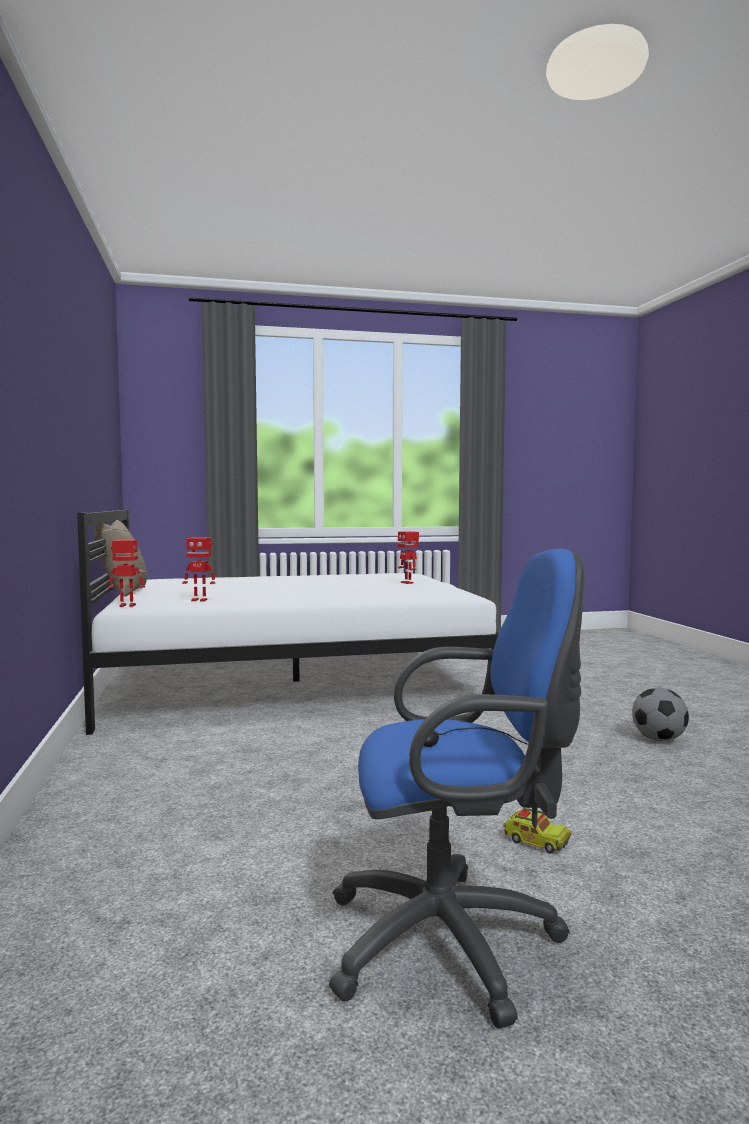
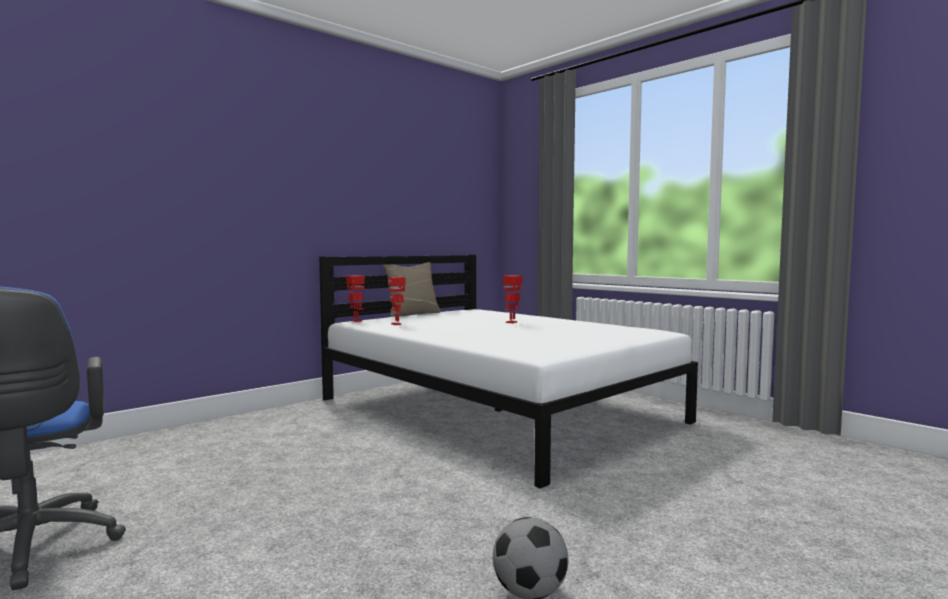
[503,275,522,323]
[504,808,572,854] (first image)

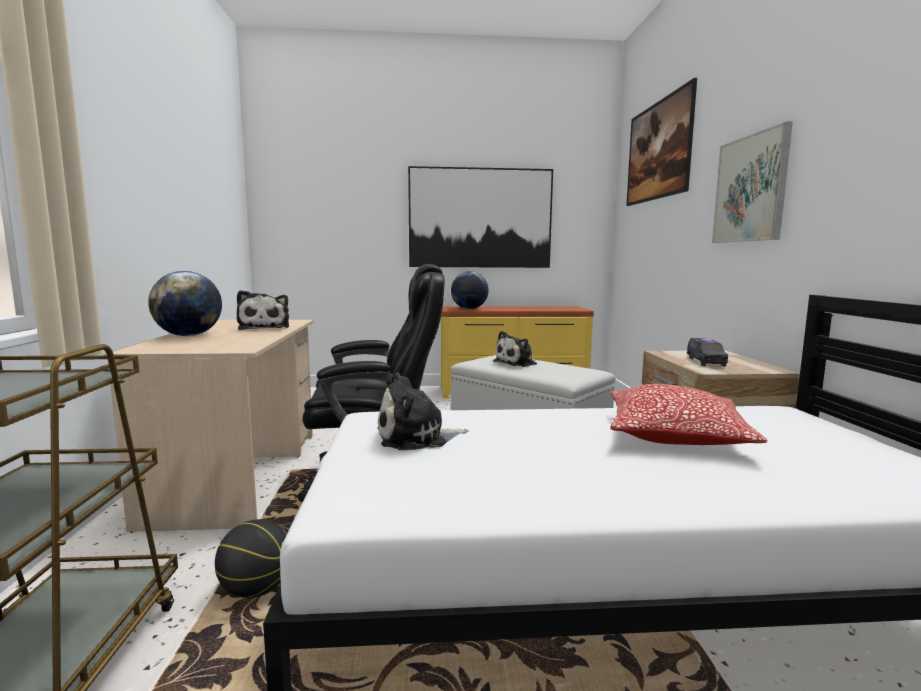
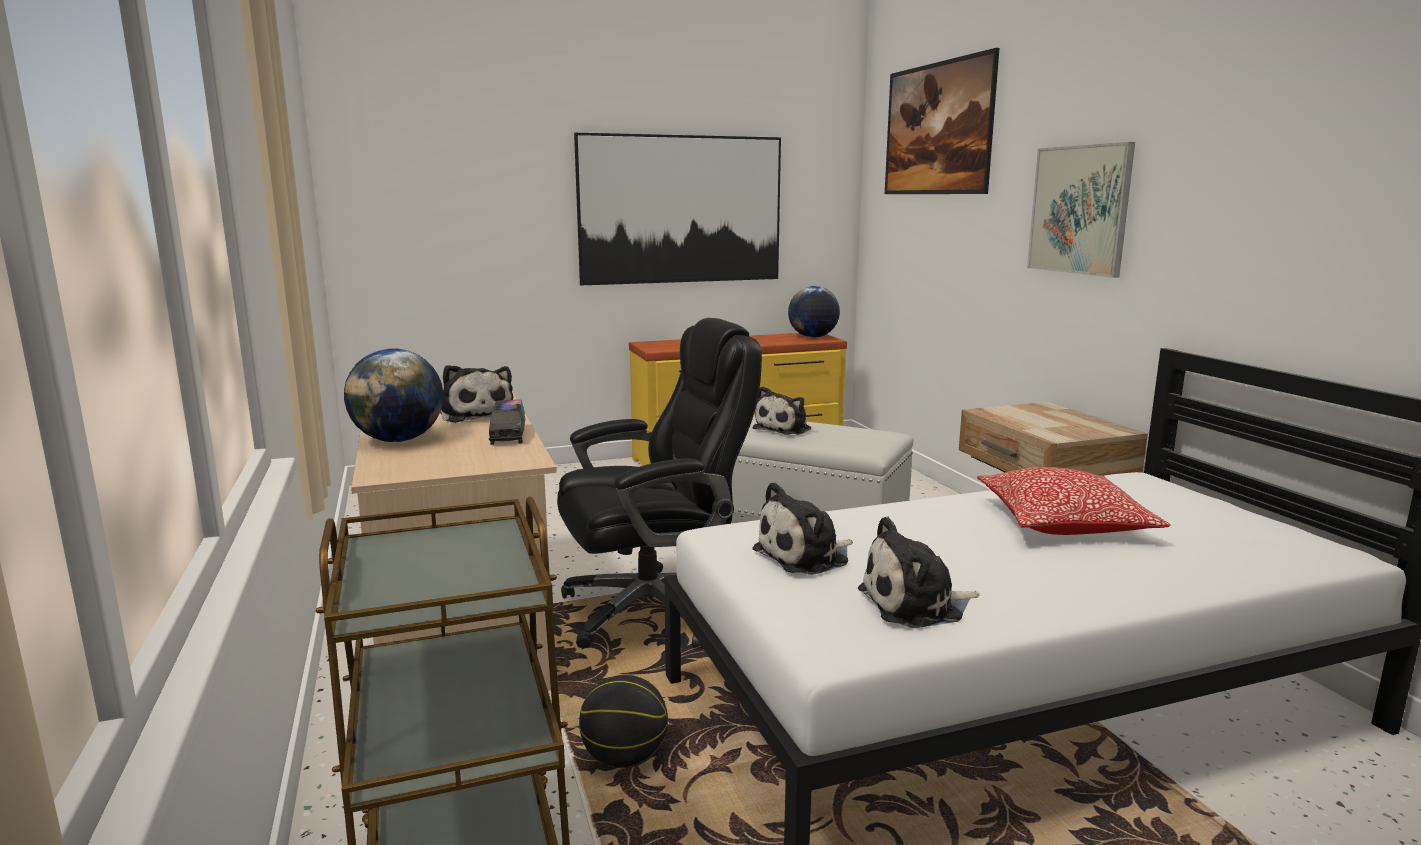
[788,286,840,338]
[489,399,525,445]
[858,517,980,628]

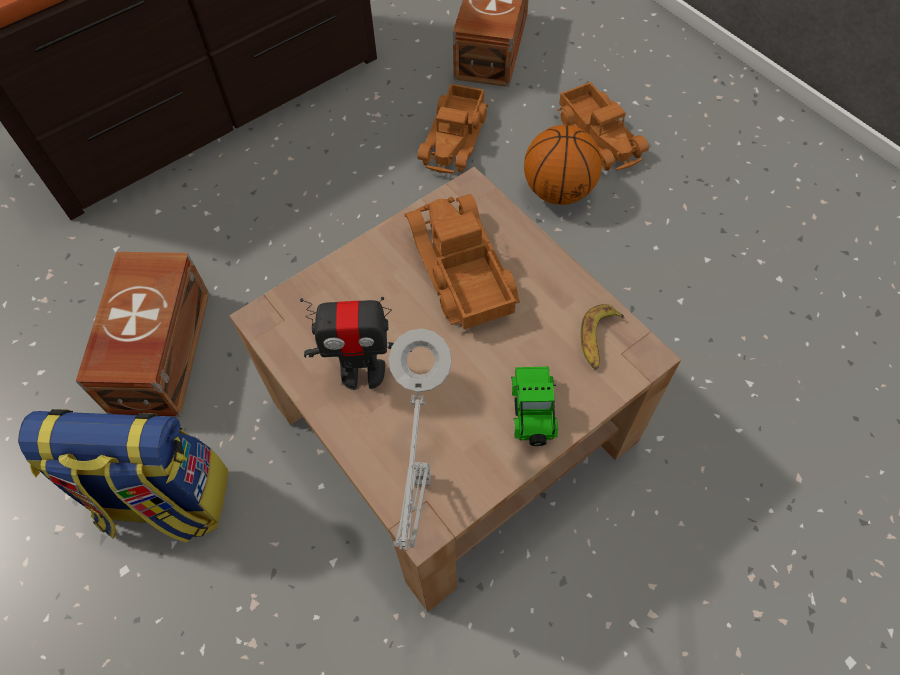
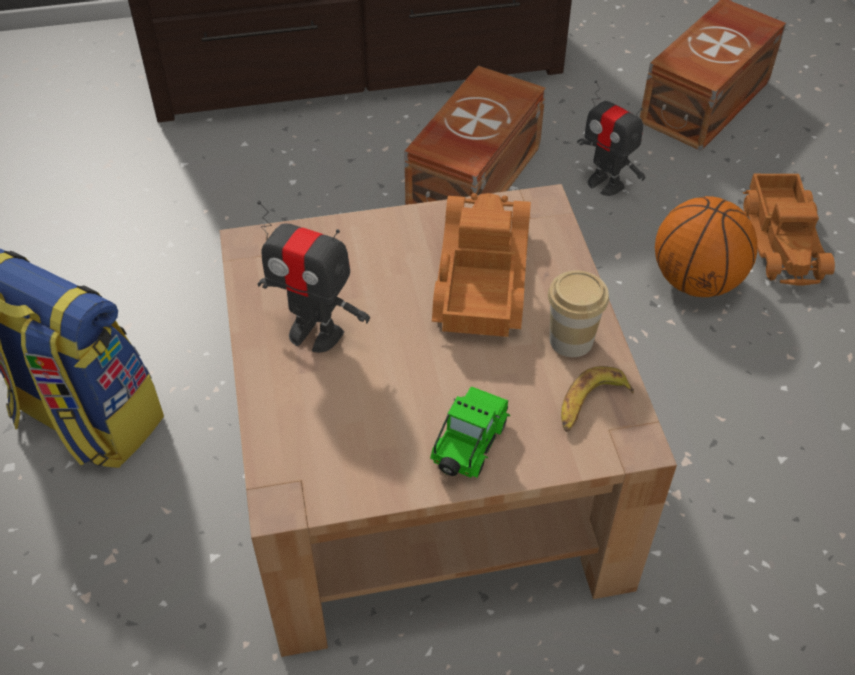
[577,80,646,196]
[404,66,546,205]
[388,329,452,551] (first image)
[548,270,609,357]

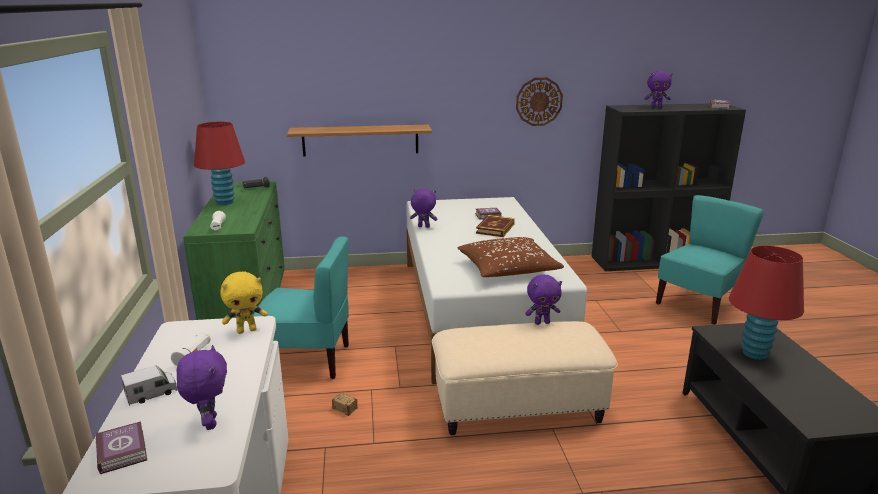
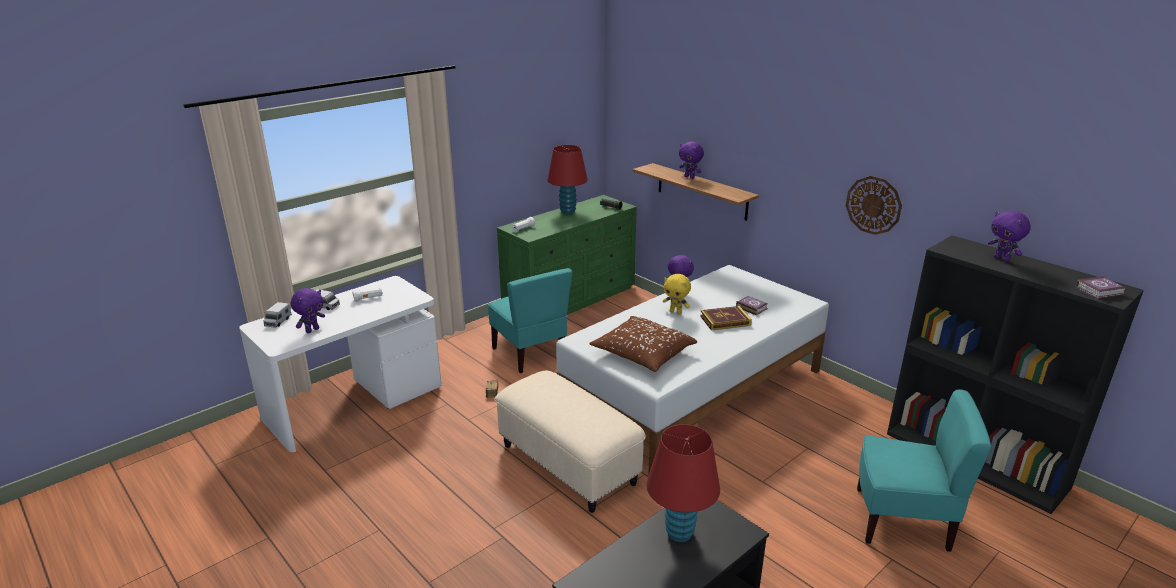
[663,274,691,314]
[679,141,704,179]
[263,302,292,328]

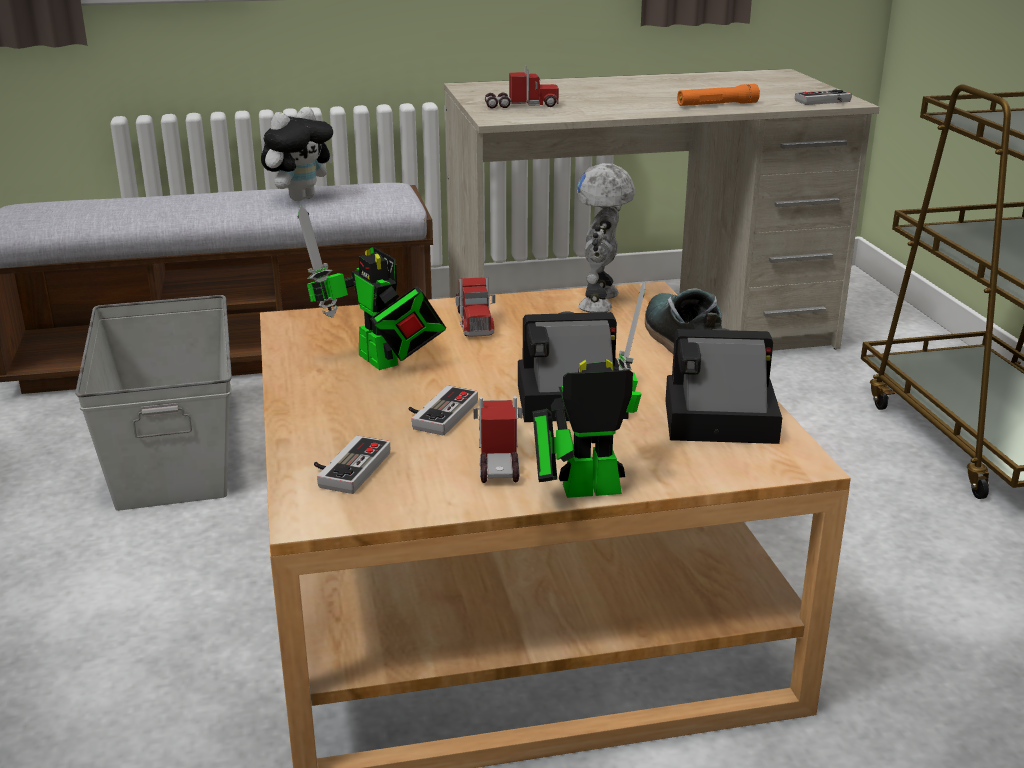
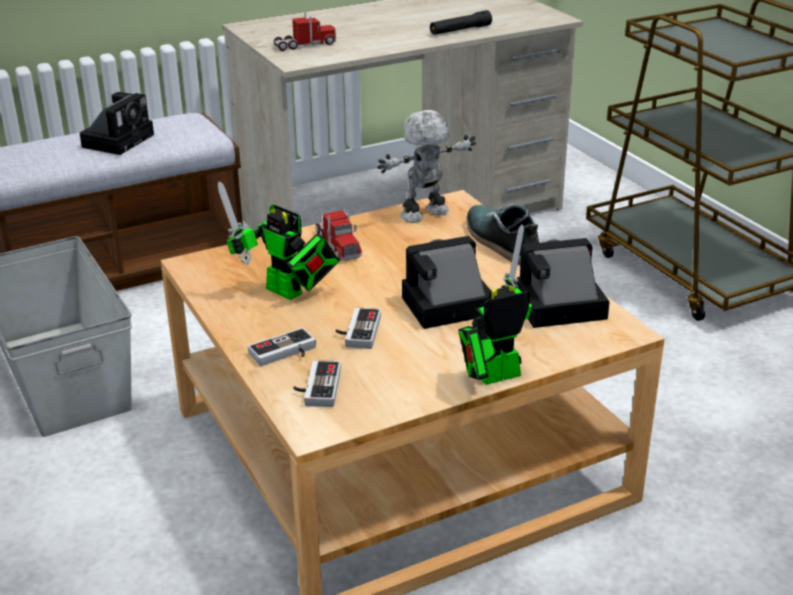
[430,10,492,35]
[248,328,316,366]
[79,92,154,155]
[377,110,476,223]
[473,396,523,483] (first image)

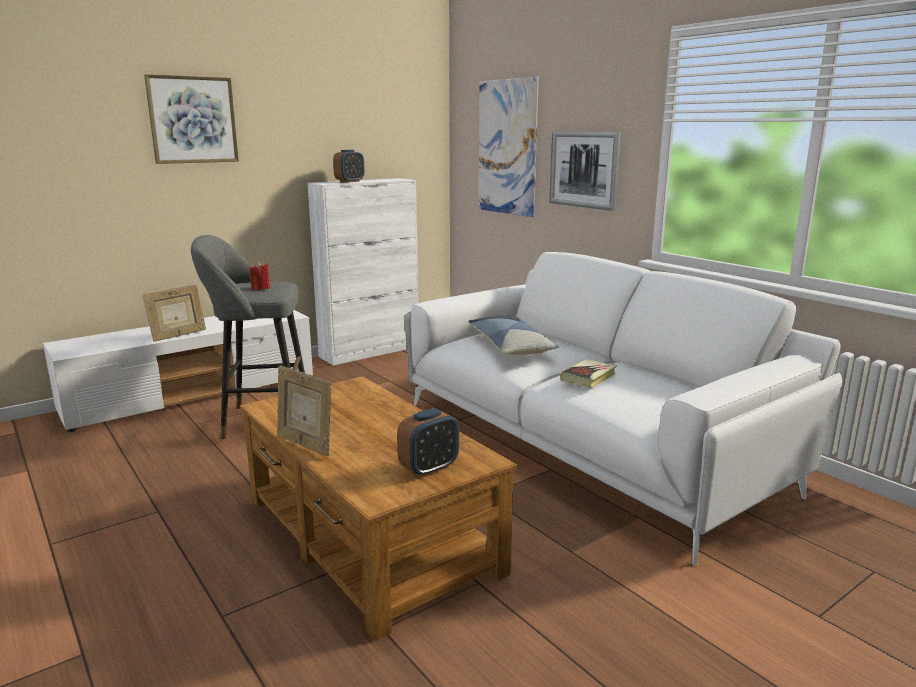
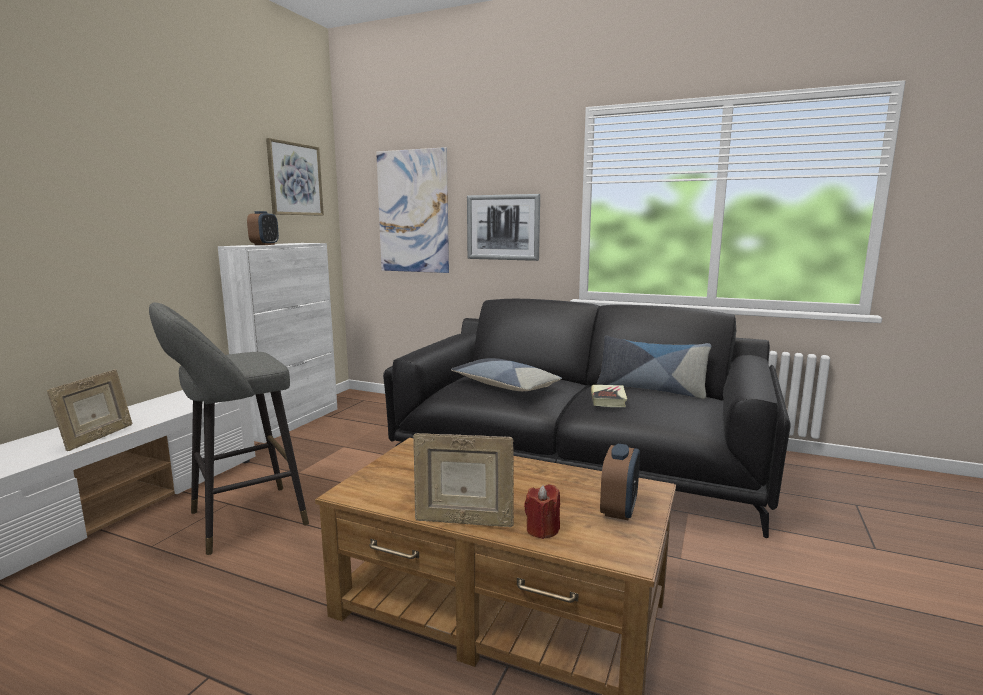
[266,138,324,216]
[383,299,791,538]
[524,484,560,539]
[597,335,711,399]

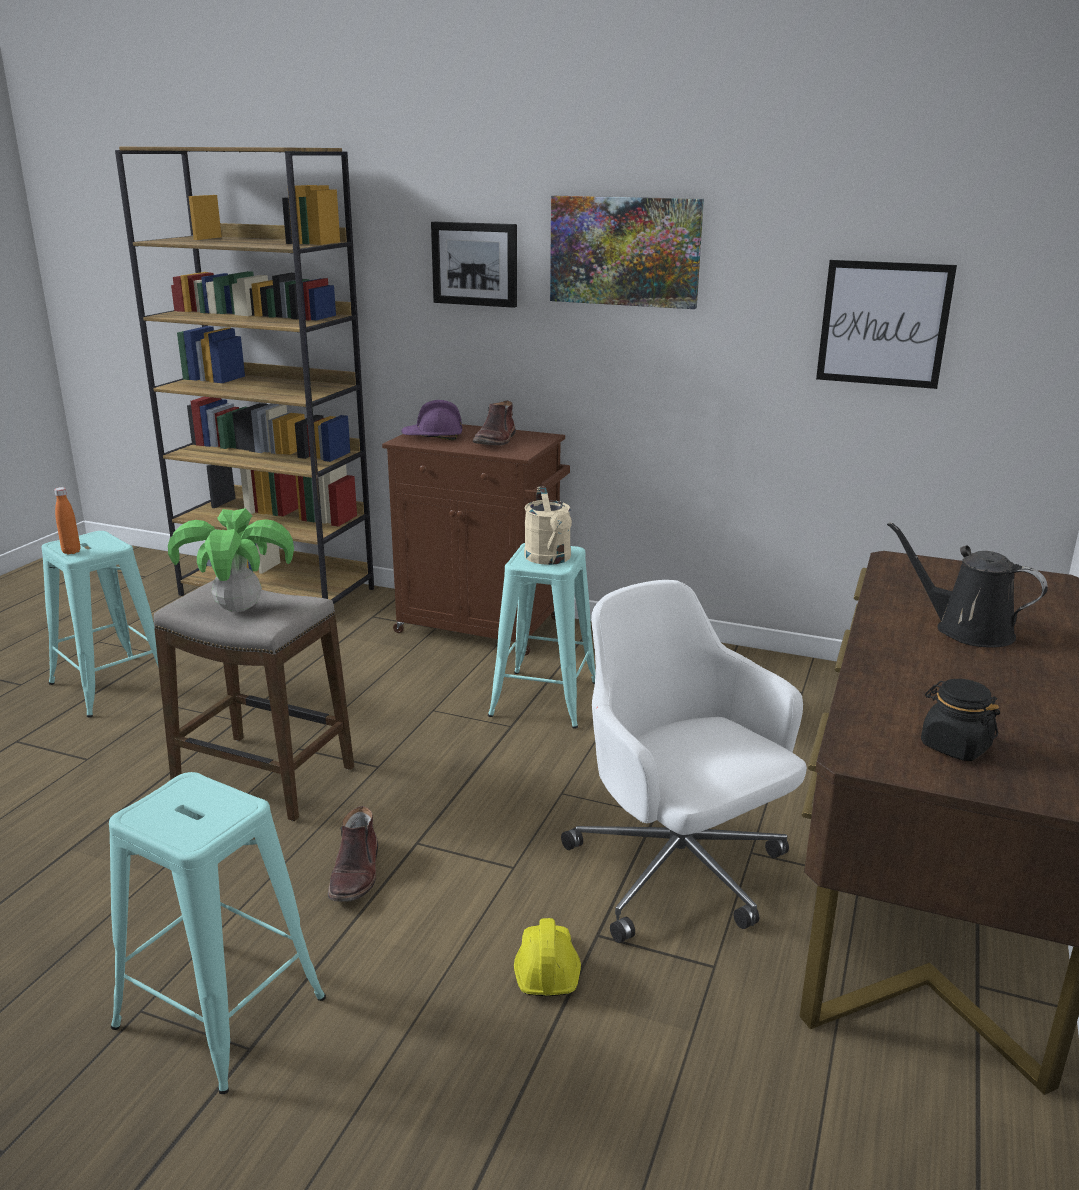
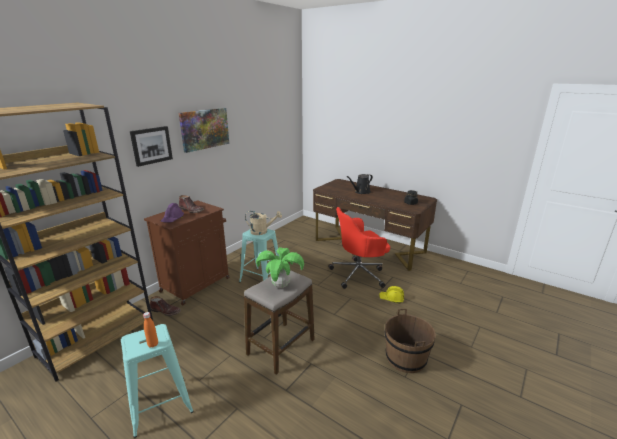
[816,260,957,389] (first image)
[328,207,390,289]
[385,309,436,373]
[150,296,181,316]

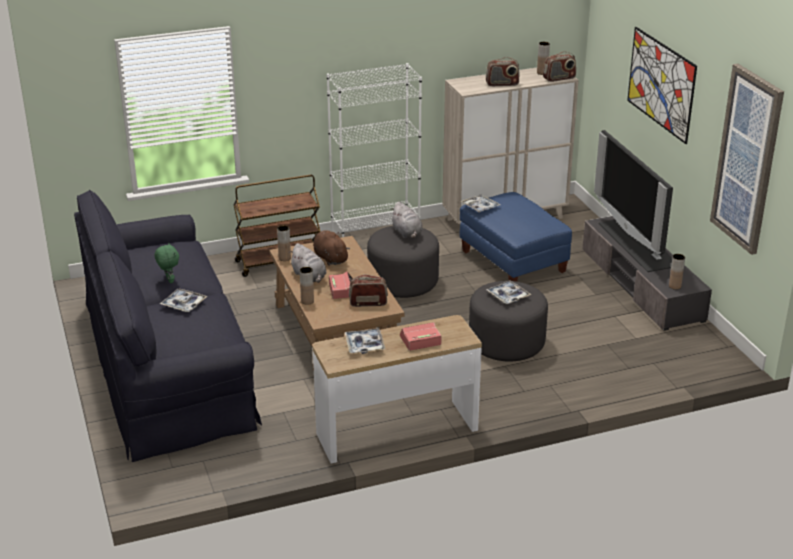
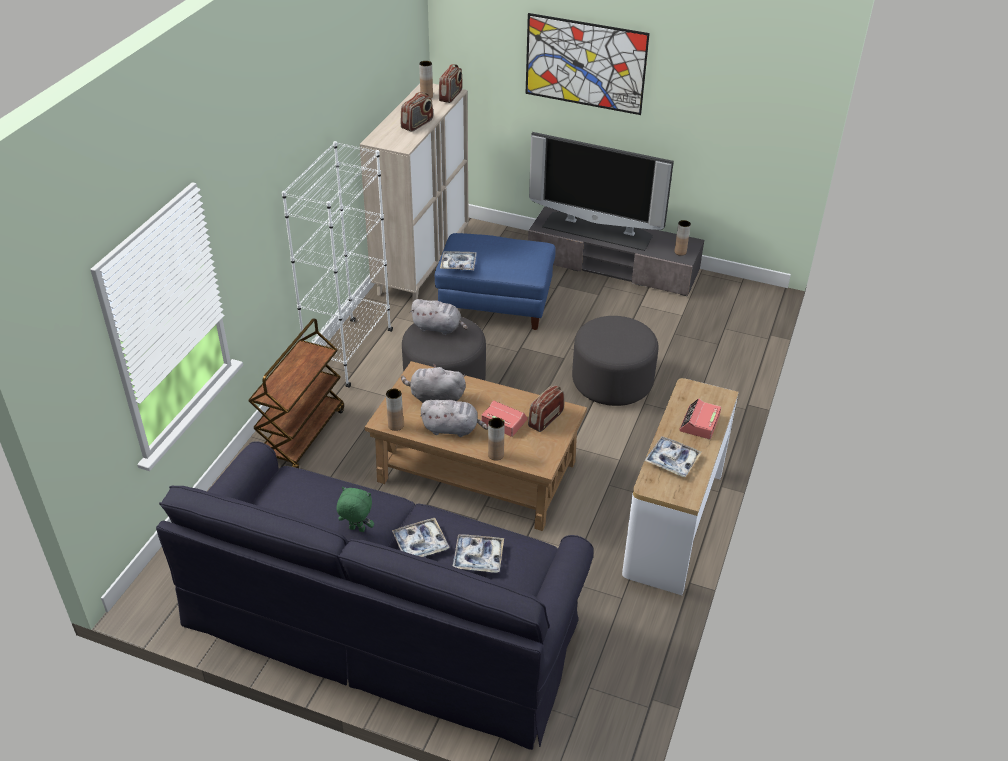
[710,64,784,255] (first image)
[401,364,466,403]
[453,534,504,573]

